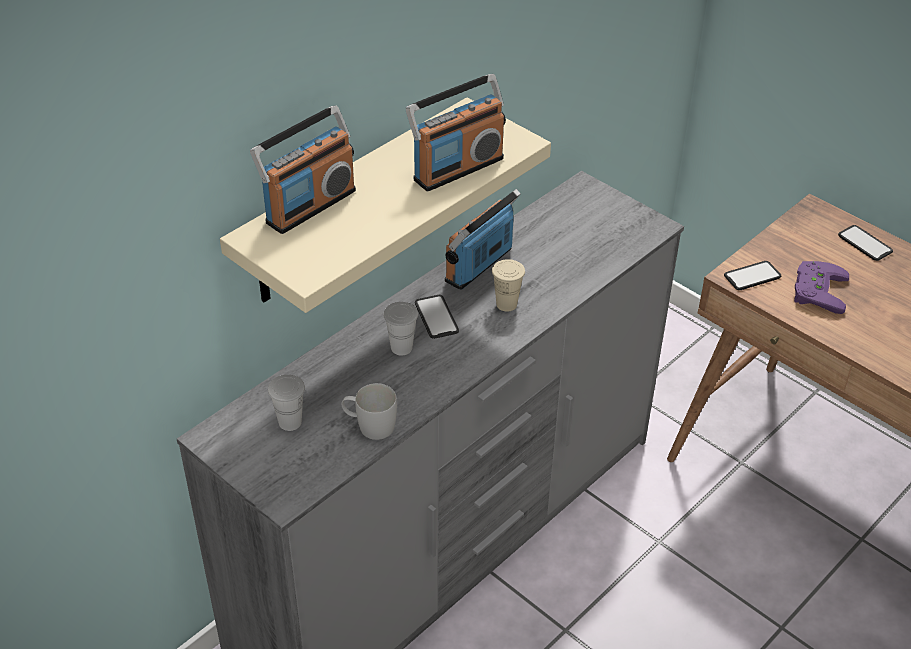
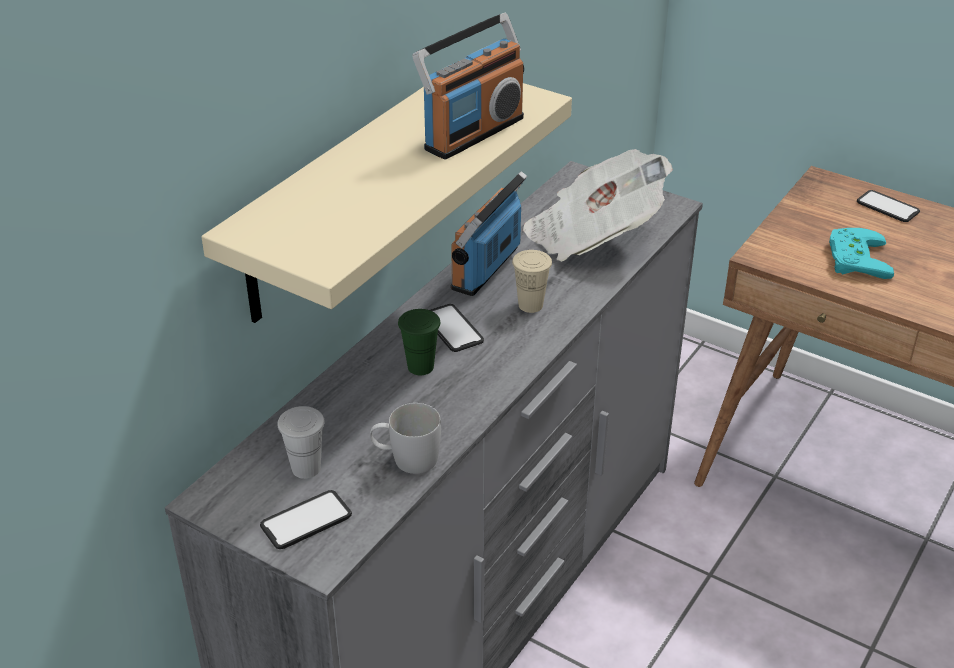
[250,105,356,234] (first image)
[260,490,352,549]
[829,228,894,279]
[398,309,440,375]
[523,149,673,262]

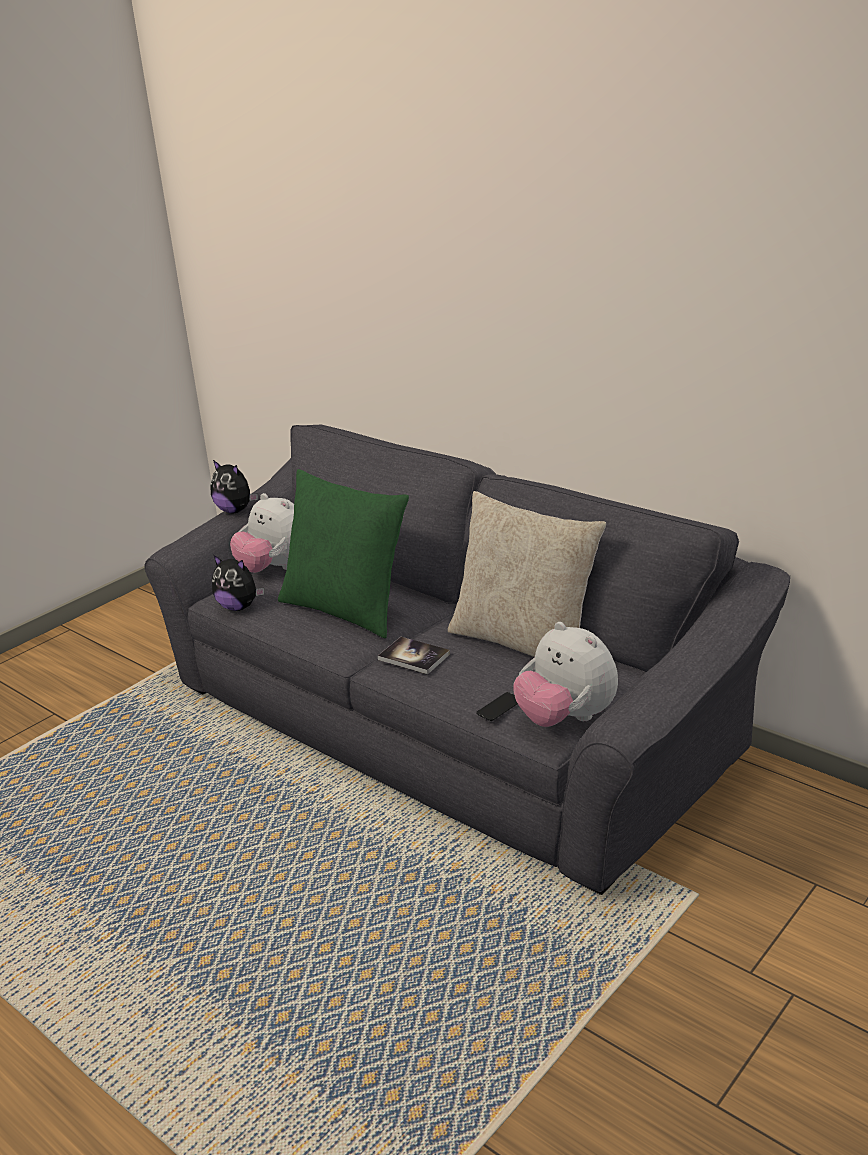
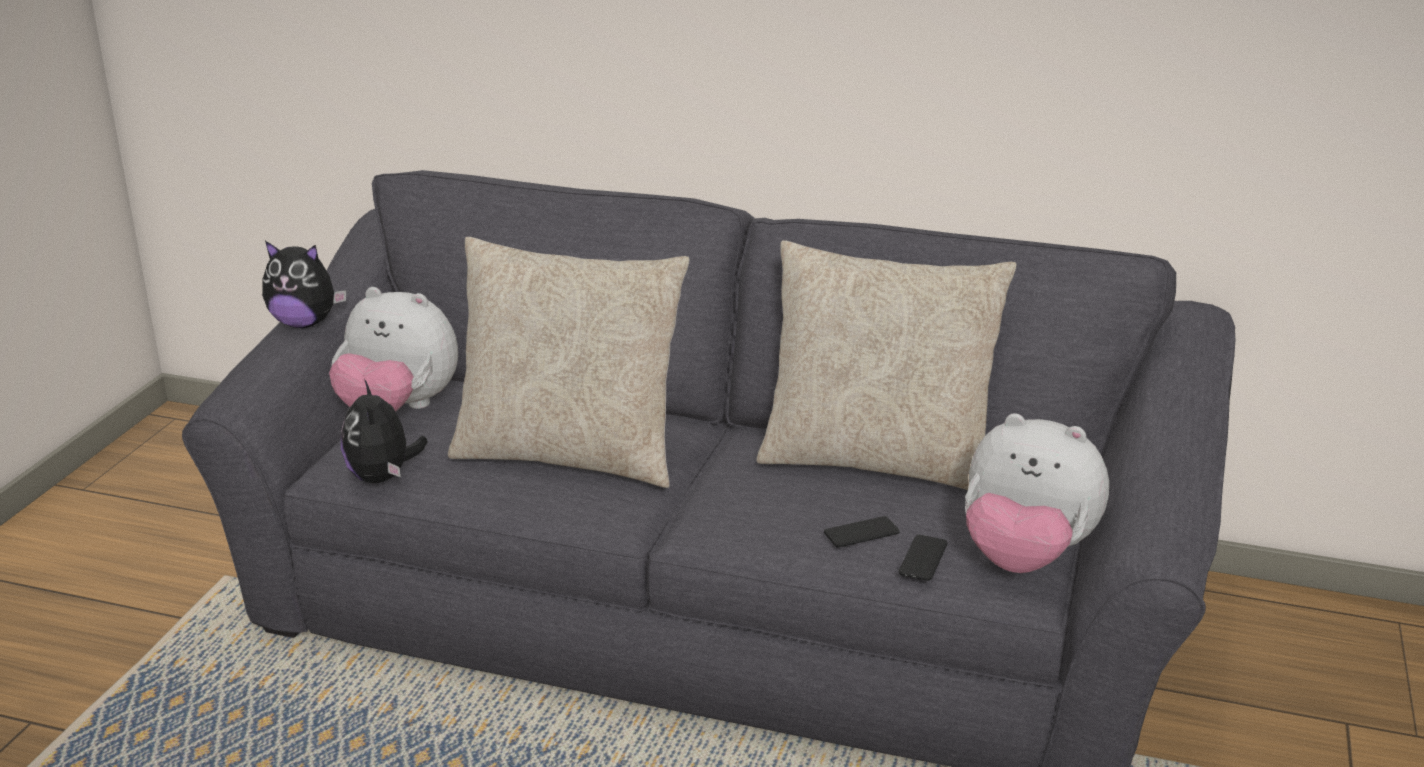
[448,237,690,488]
[341,379,427,483]
[378,637,450,674] (first image)
[824,516,900,547]

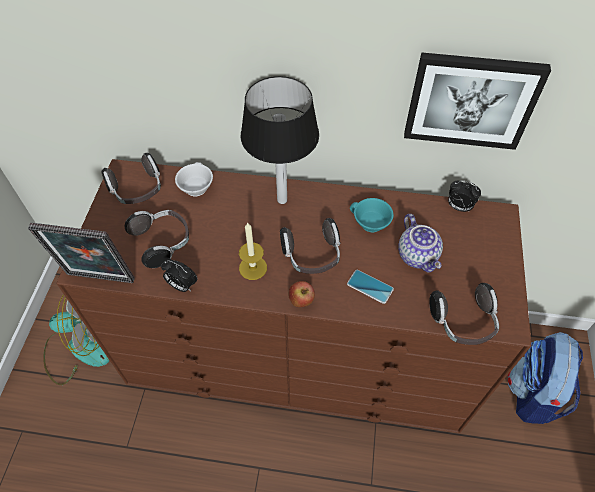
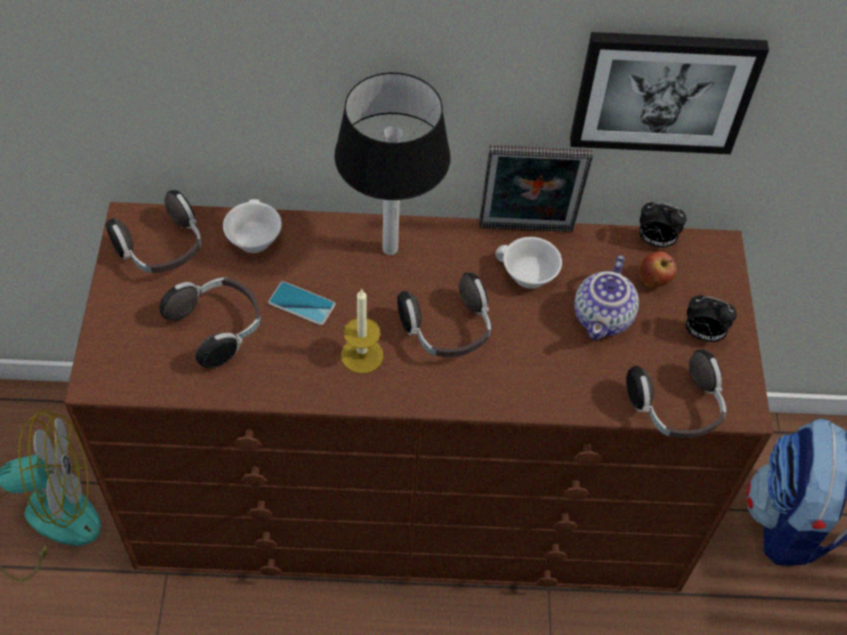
[495,237,562,289]
[574,255,639,340]
[479,145,593,232]
[686,295,737,342]
[268,281,335,325]
[639,251,676,288]

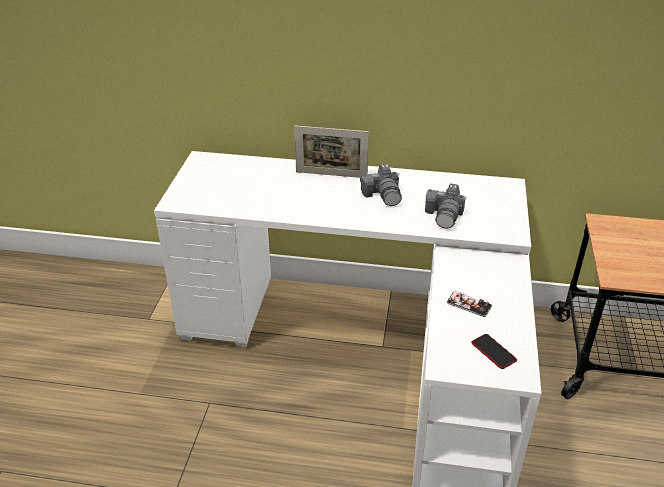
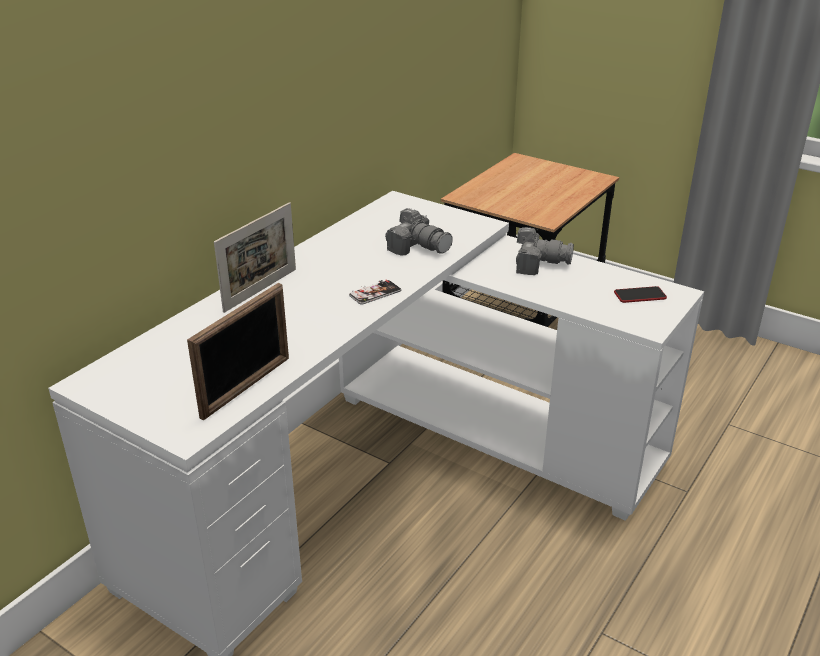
[516,228,574,275]
[349,280,401,305]
[187,283,289,420]

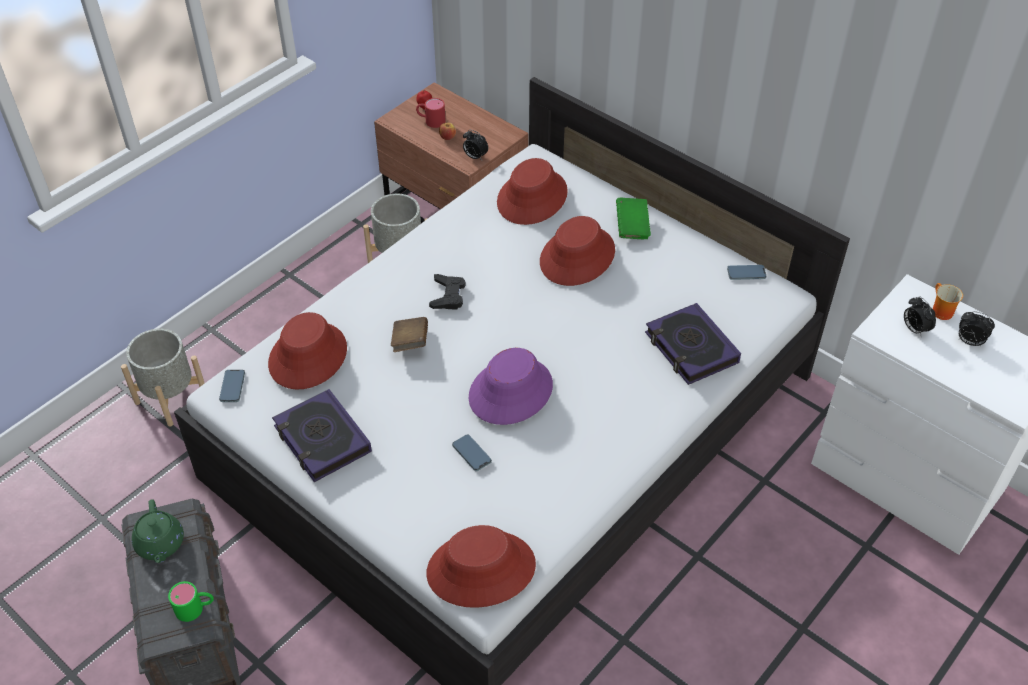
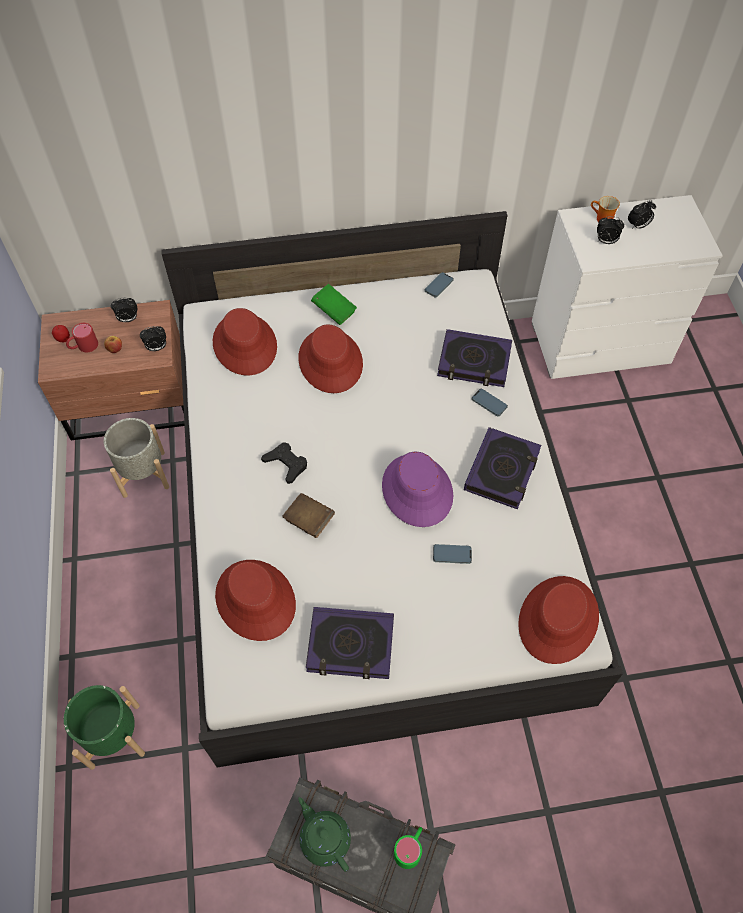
[64,685,145,770]
[472,389,508,417]
[298,797,351,872]
[111,297,137,322]
[464,427,541,509]

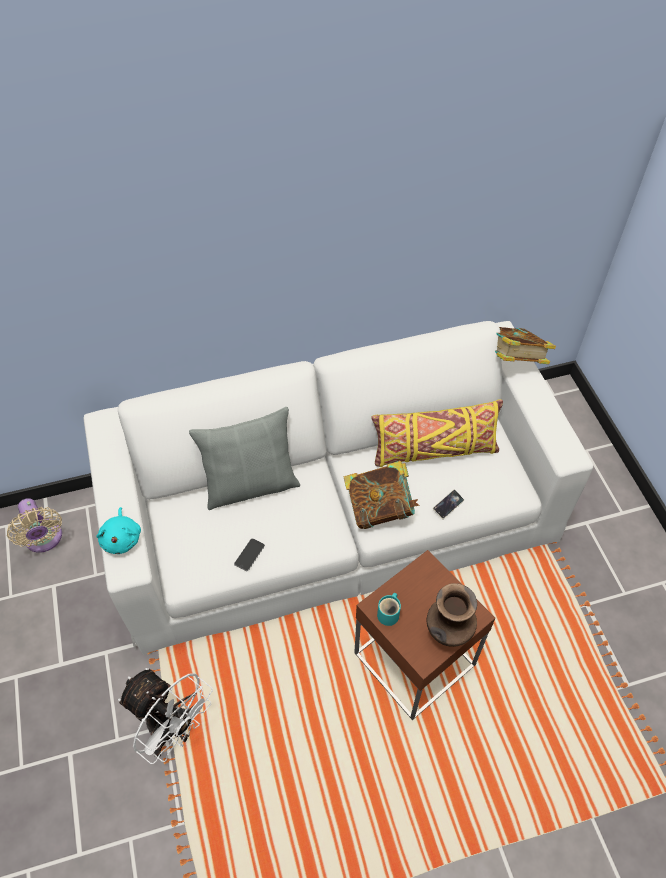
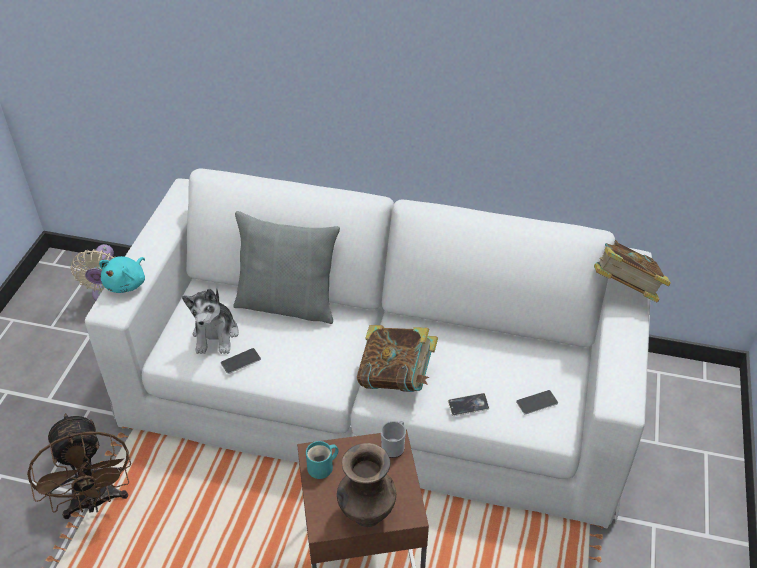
[371,399,503,467] (first image)
[27,413,131,519]
[182,288,239,354]
[516,390,558,415]
[381,421,406,458]

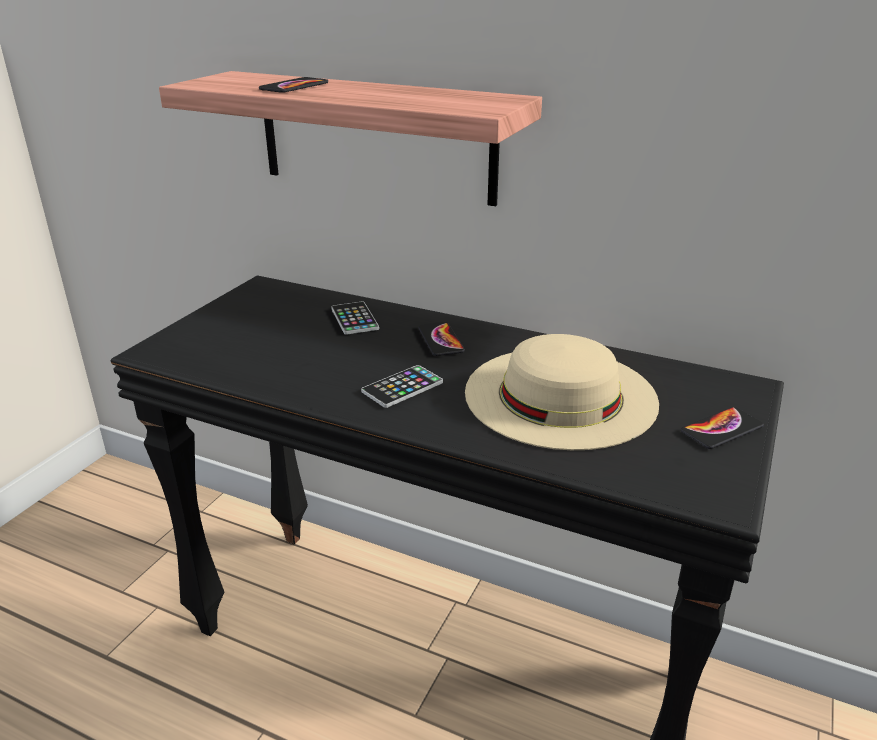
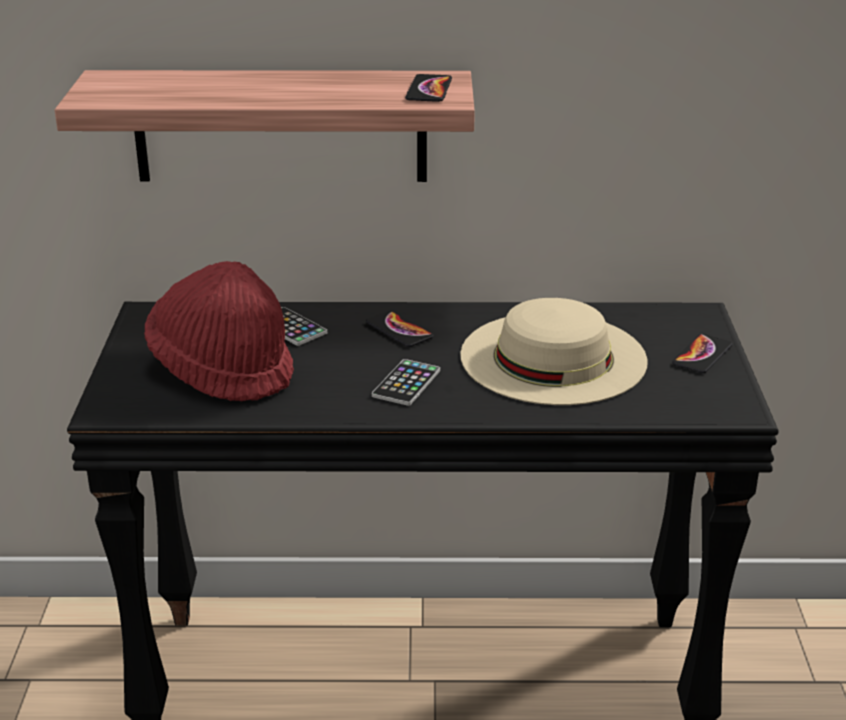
[405,74,452,102]
[144,261,294,402]

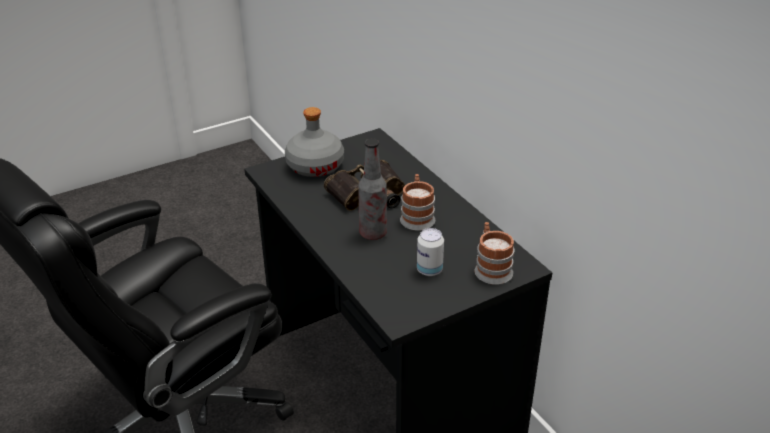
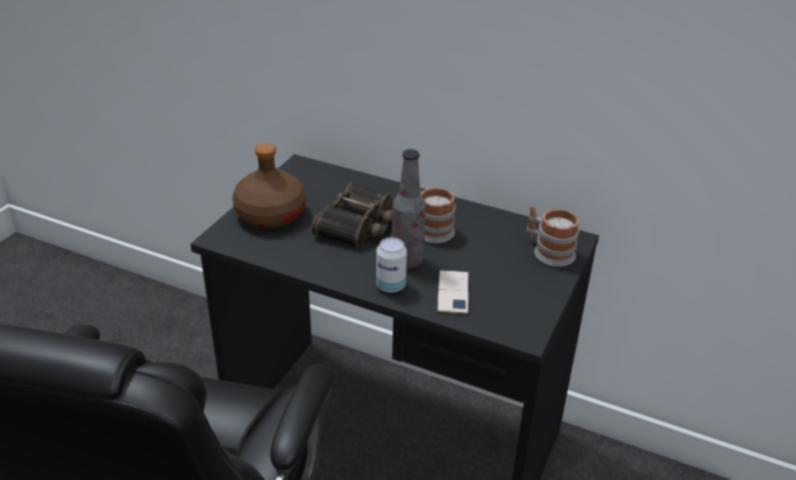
[232,143,306,228]
[376,237,407,293]
[437,270,469,314]

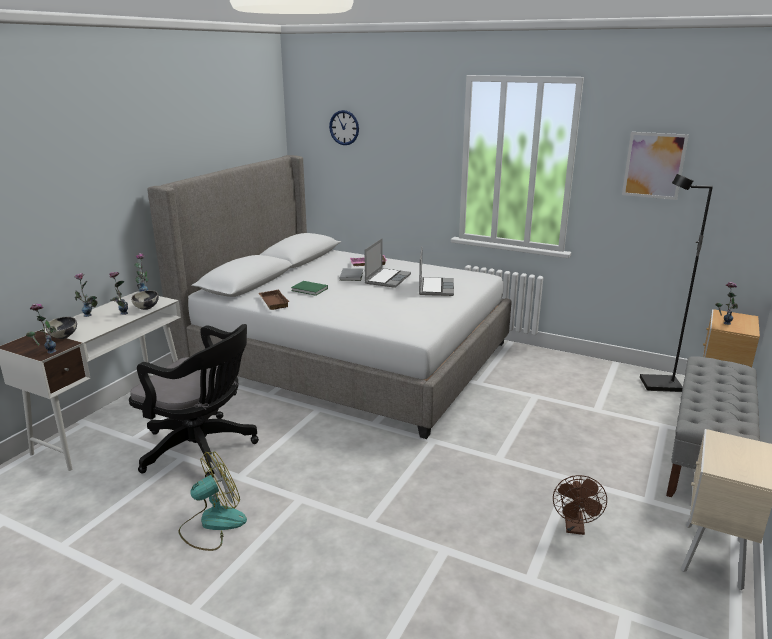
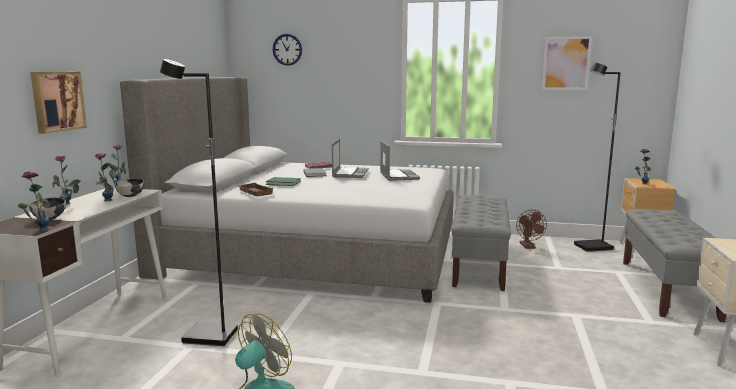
[160,59,238,346]
[516,210,547,249]
[30,72,87,134]
[451,195,511,291]

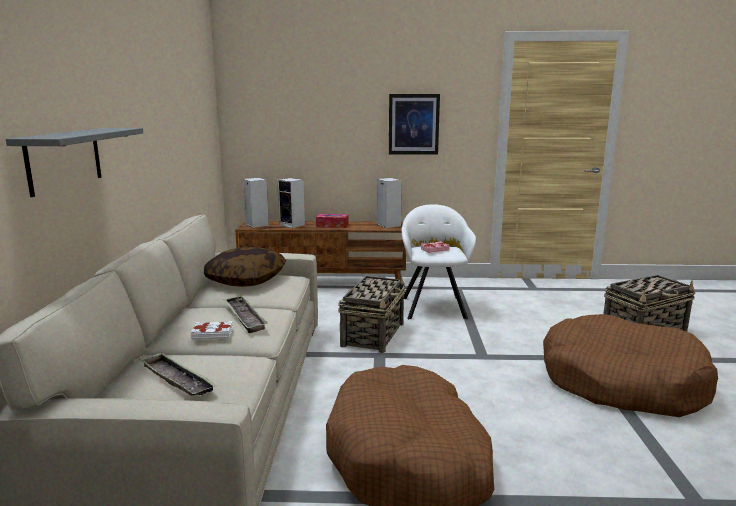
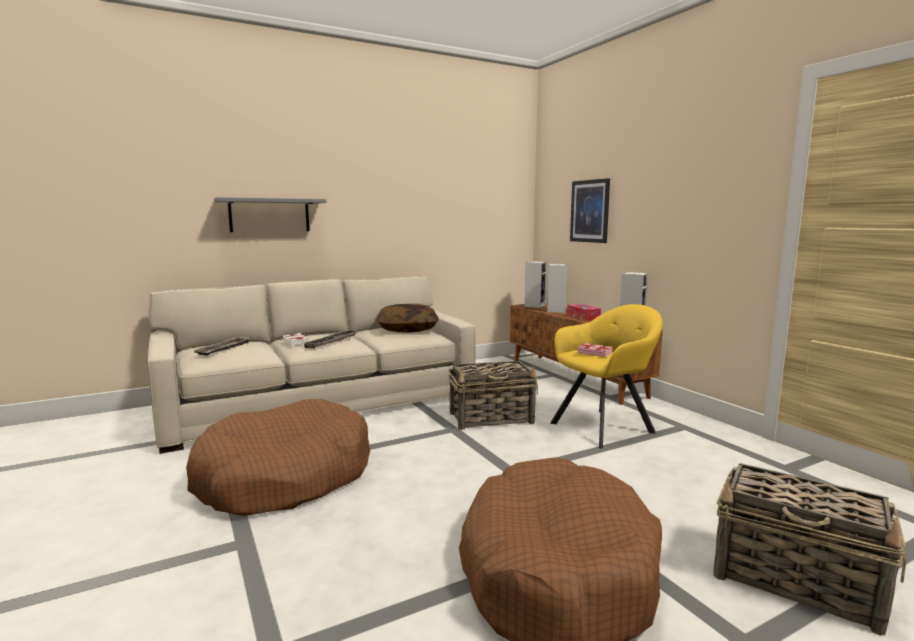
[570,178,610,243]
[550,304,662,448]

